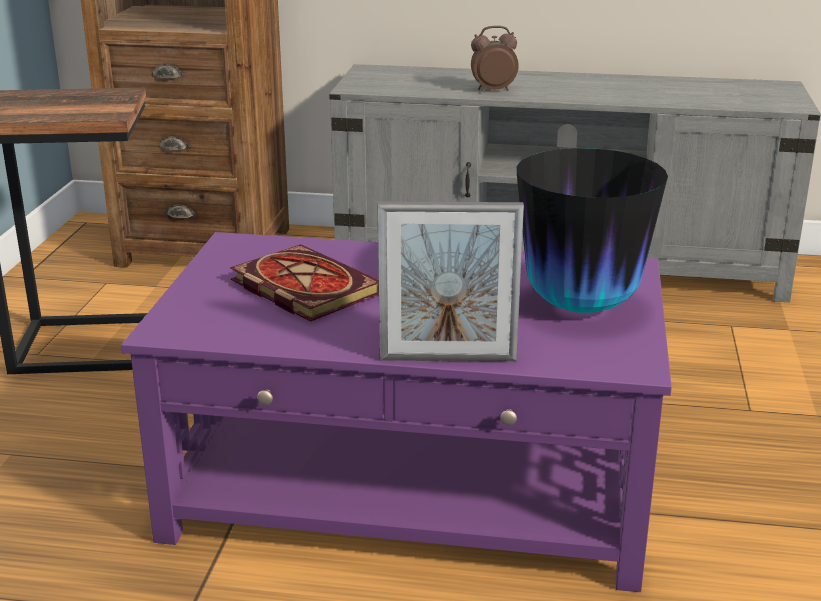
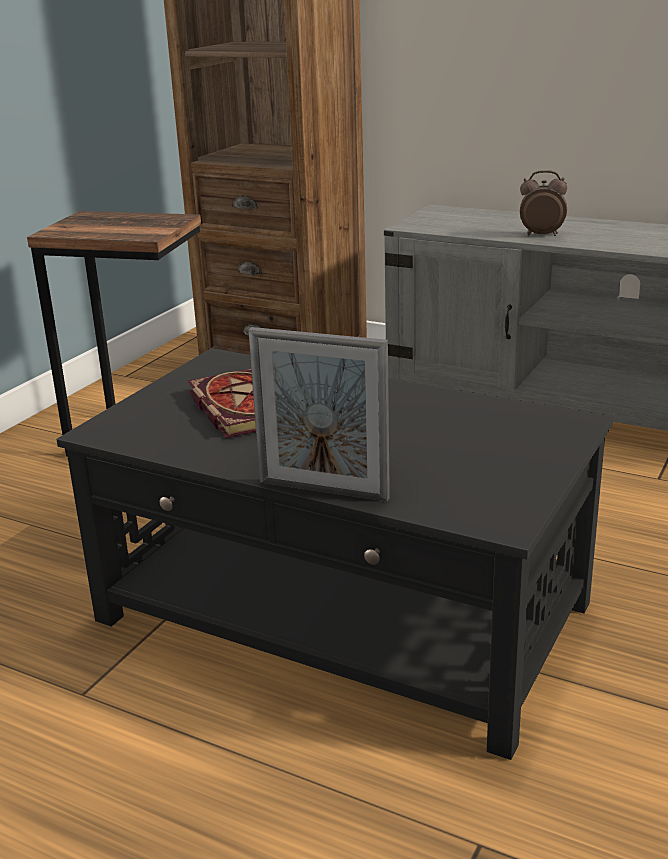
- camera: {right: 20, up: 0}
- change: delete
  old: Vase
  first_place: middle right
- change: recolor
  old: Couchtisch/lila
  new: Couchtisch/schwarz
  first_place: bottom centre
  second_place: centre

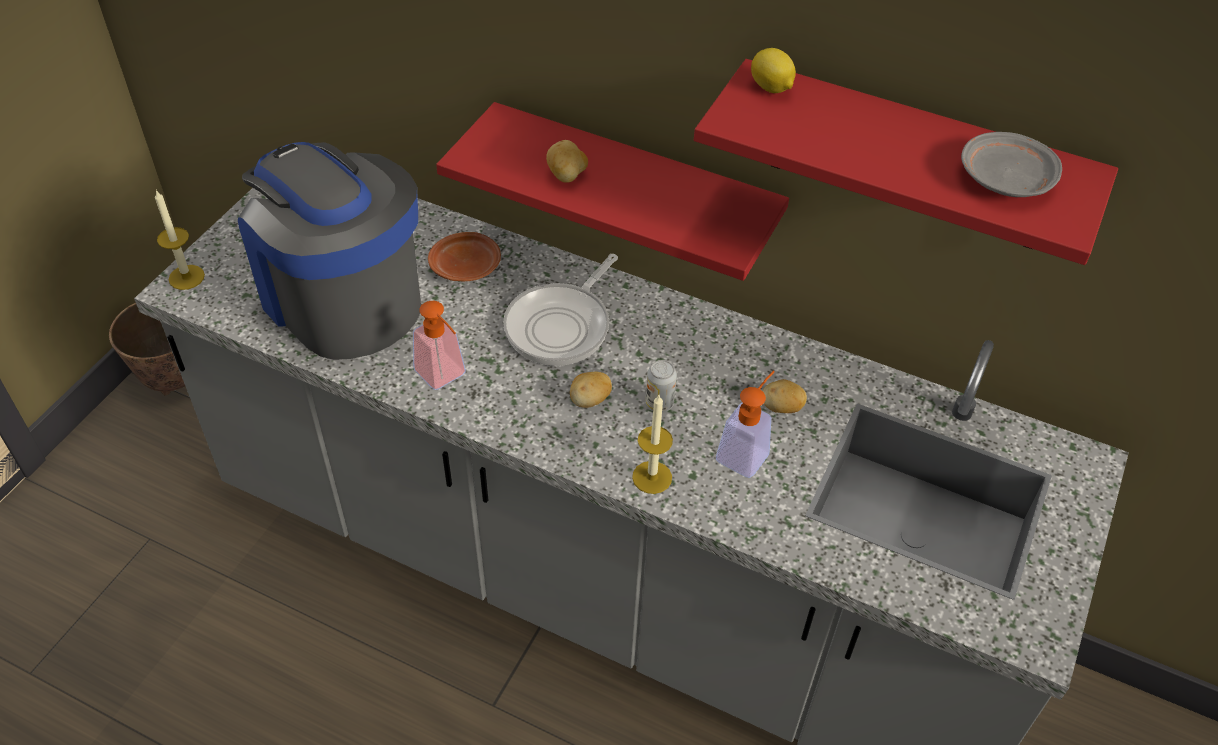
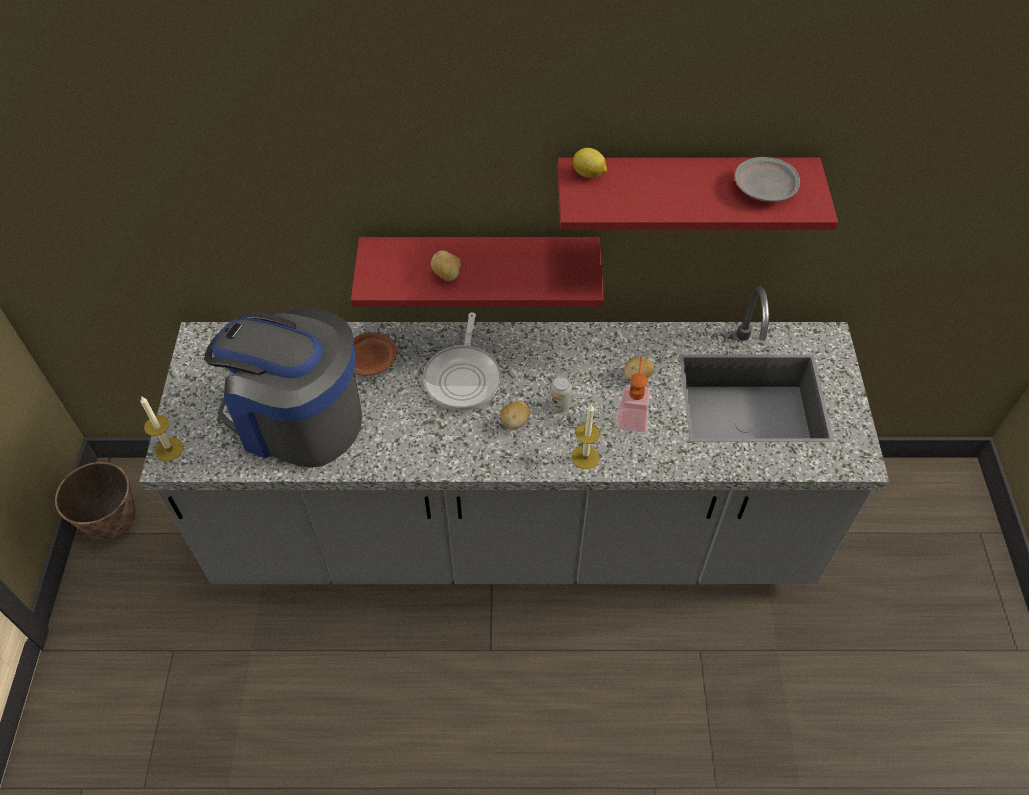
- camera: {right: -25, up: 5}
- change: delete
  old: Seifenspender (1st from left)
  first_place: centre

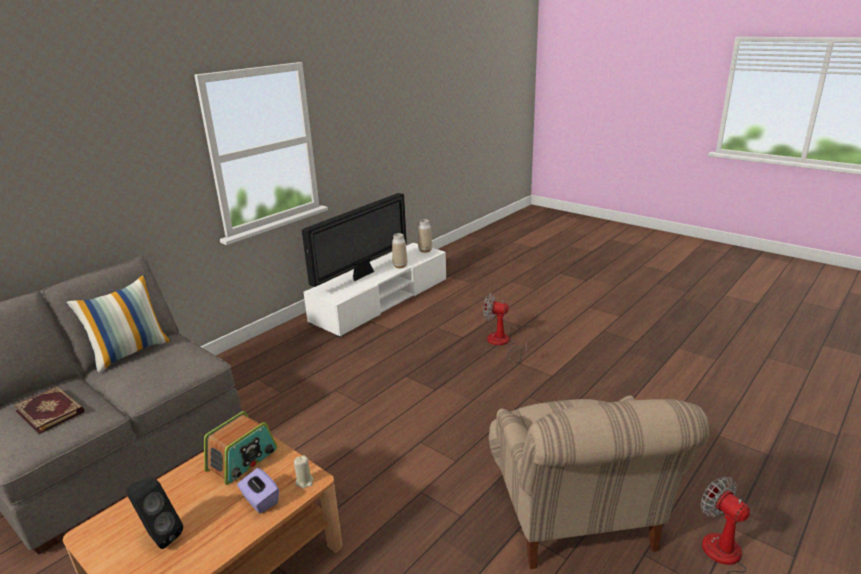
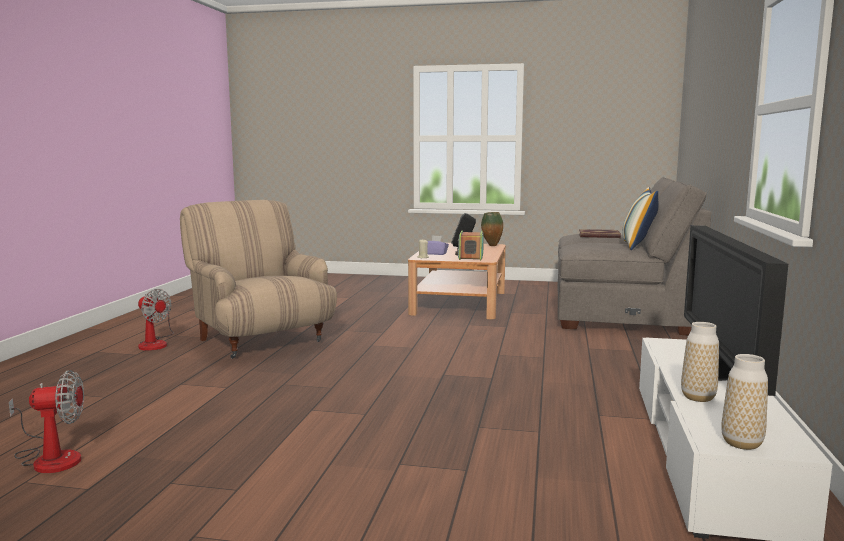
- camera: {right: 150, up: -15}
- change: insert
  new: Vase (1st from left)
  second_place: centre
- change: move
  old: Ventilator (1st from left)
  first_place: centre
  second_place: bottom left

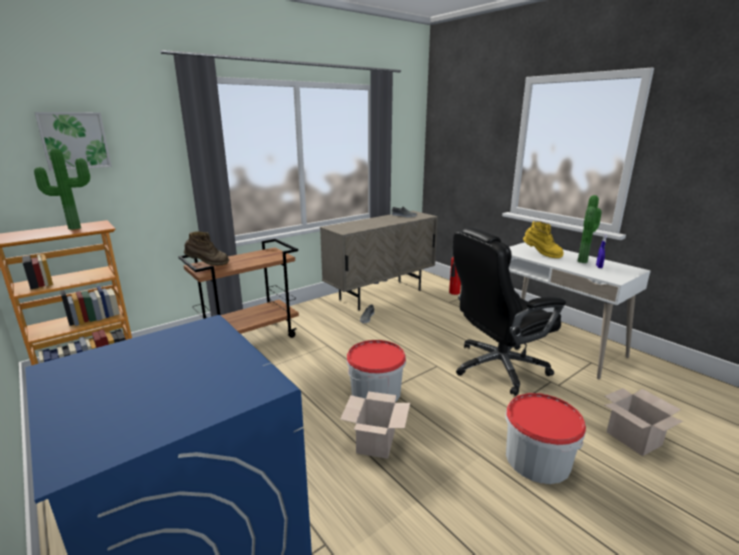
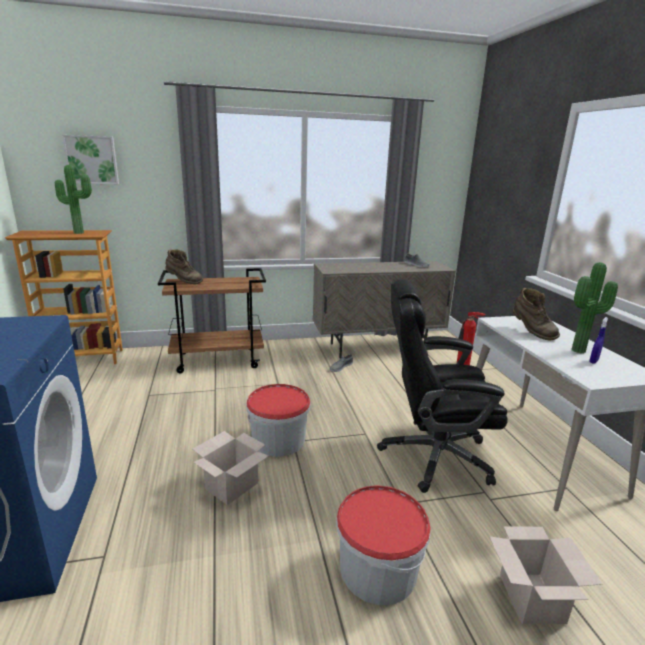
- camera: {right: 25, up: 0}
- change: recolor
  old: Stiefel/gelb
  new: Stiefel/braun (2nd from left)
  first_place: middle right
  second_place: middle right

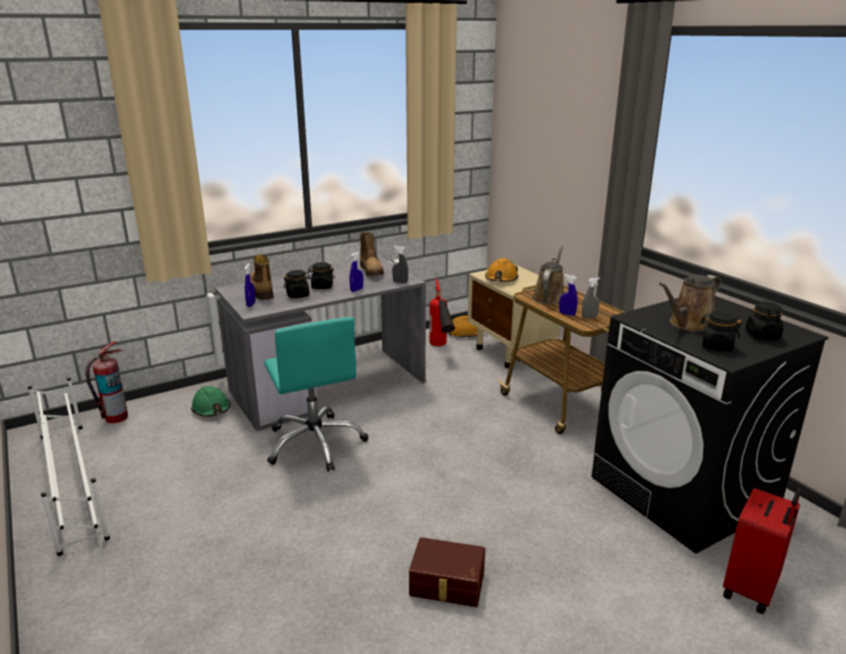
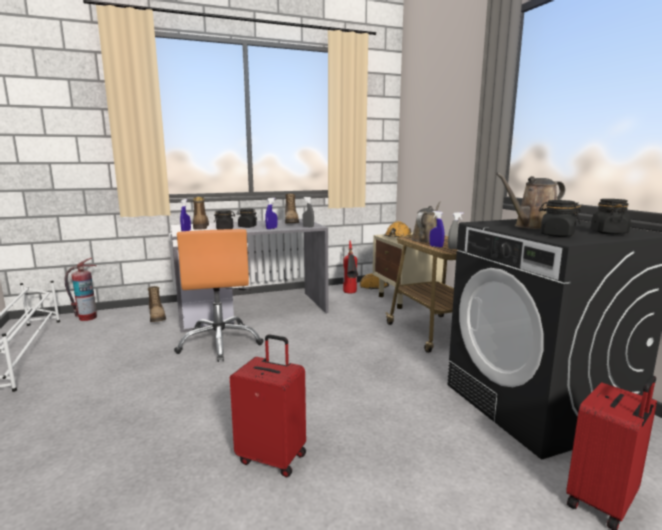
- camera: {right: 10, up: -10}
- change: replace
  old: Schutzhelm/grün
  new: Stiefel (1st from left)
  first_place: middle left
  second_place: middle left
- change: replace
  old: Aufbewahrungsbox/braun
  new: Koffer/rot (1st from left)
  first_place: bottom centre
  second_place: bottom centre
- change: recolor
  old: Bürostuhl/türkis
  new: Bürostuhl/orange
  first_place: centre
  second_place: middle left

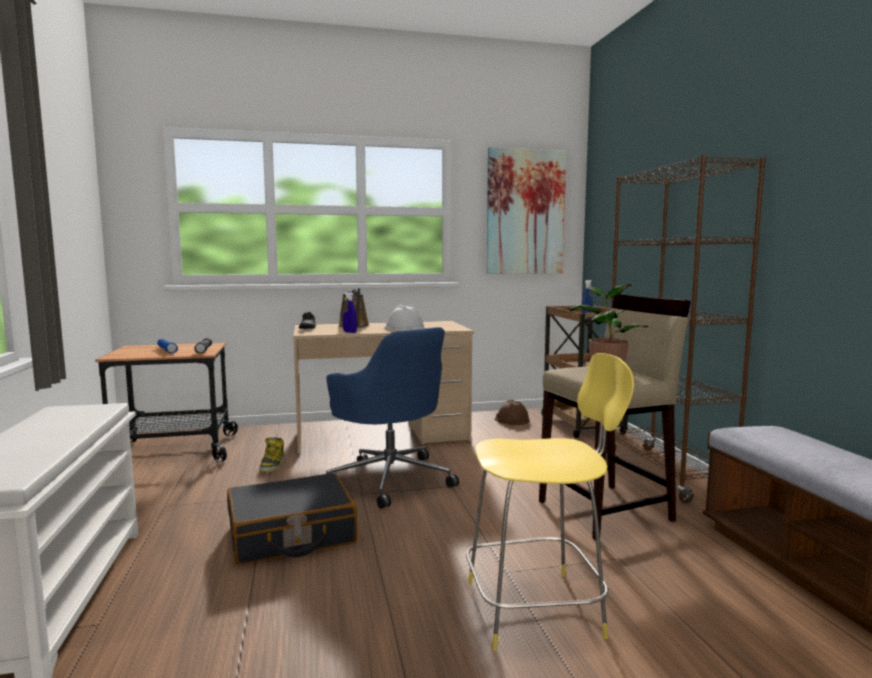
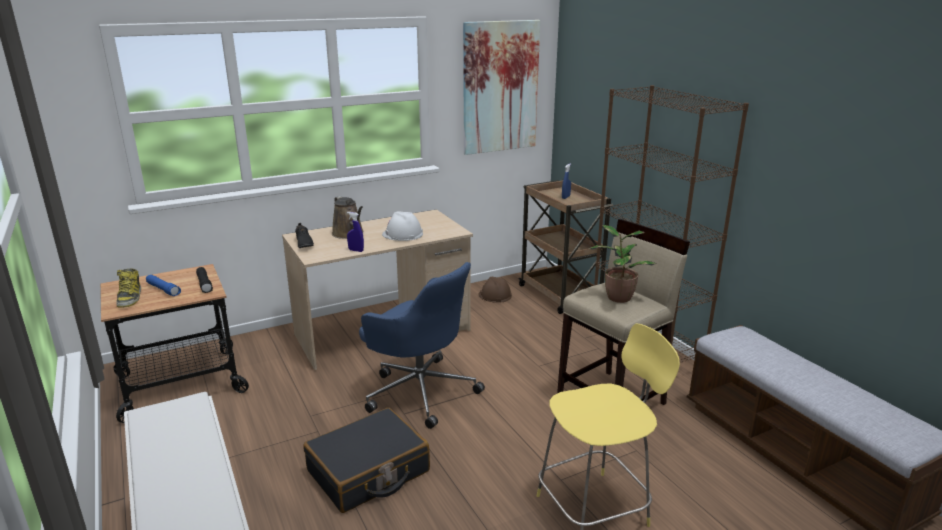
- camera: {right: -15, up: 15}
- change: move
  old: Stiefel
  first_place: bottom left
  second_place: middle left

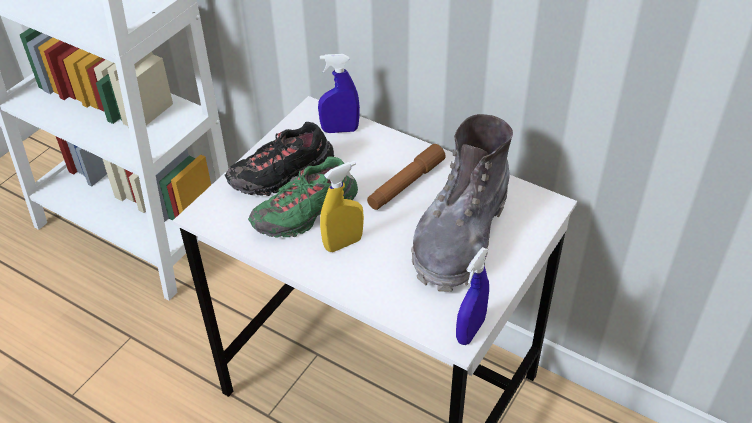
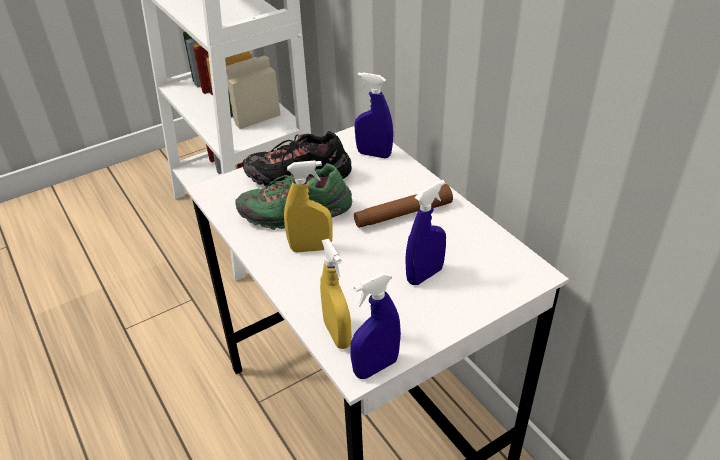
- camera: {right: 25, up: -5}
- change: insert
  new: Sprühflasche/gelb (2nd from left)
  second_place: centre
- change: replace
  old: Stiefel/grau
  new: Sprühflasche/blau (3rd from left)
  first_place: centre
  second_place: centre

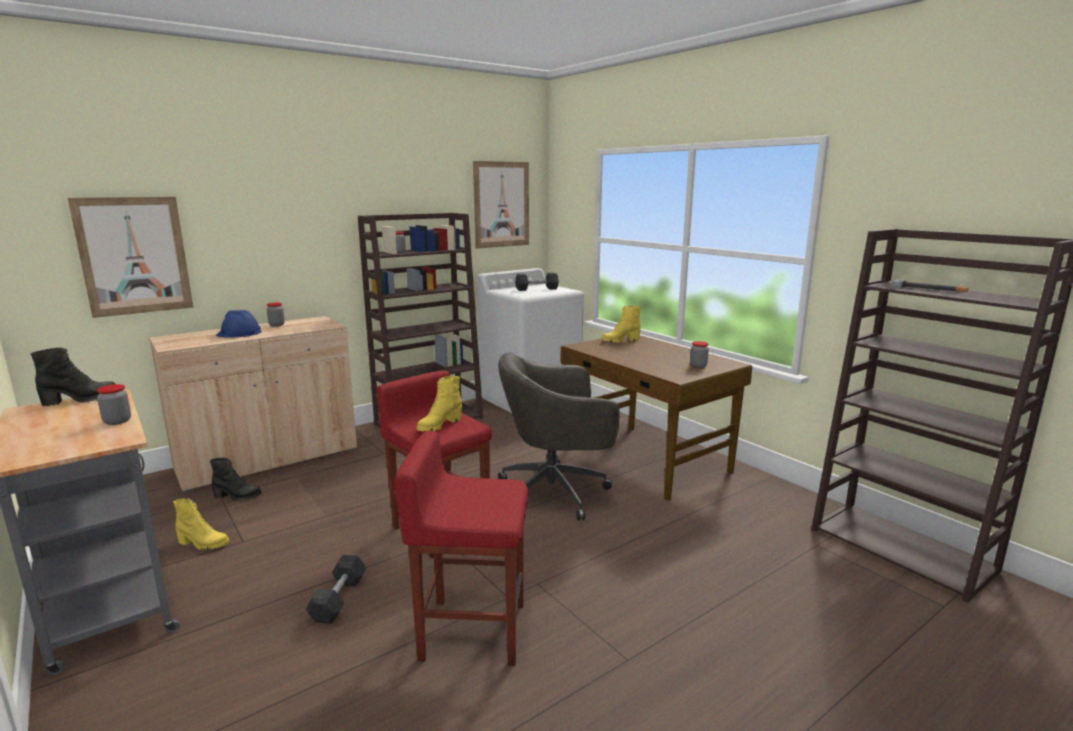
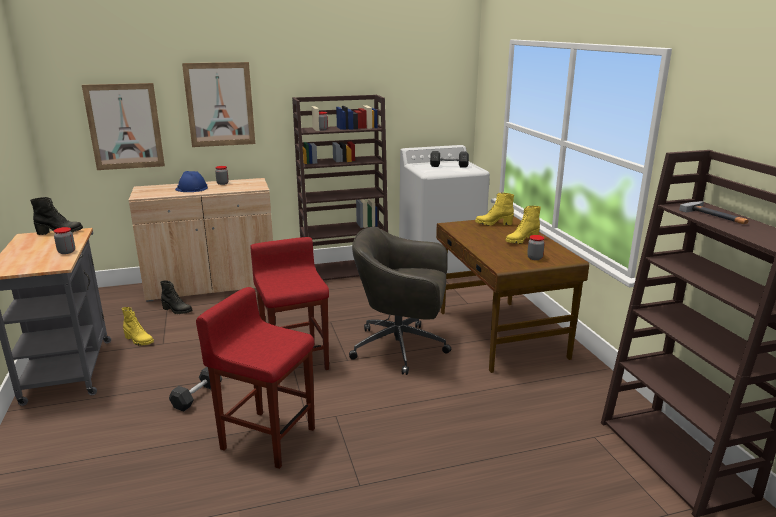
- camera: {right: 20, up: 5}
- change: move
  old: Stiefel/gelb (2nd from left in the first image)
  new: Stiefel/gelb (3rd from left)
  first_place: centre
  second_place: middle right
- change: move
  old: Bild (2nd from left)
  first_place: top centre
  second_place: top left

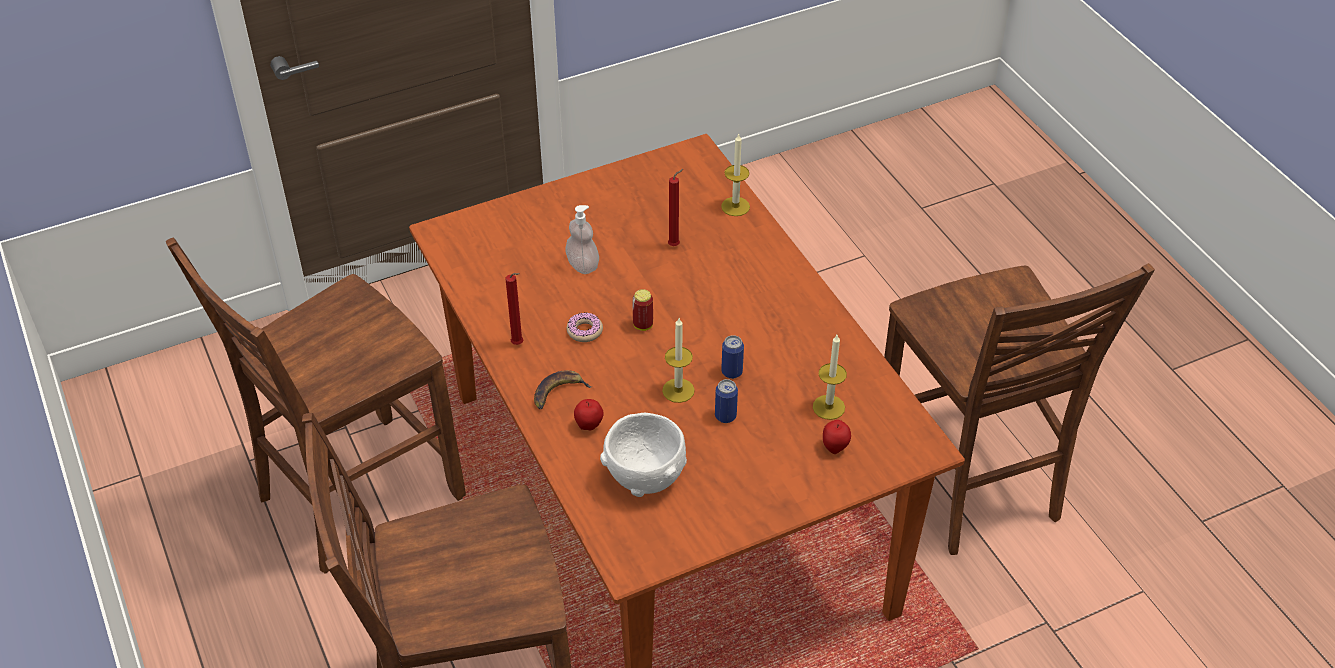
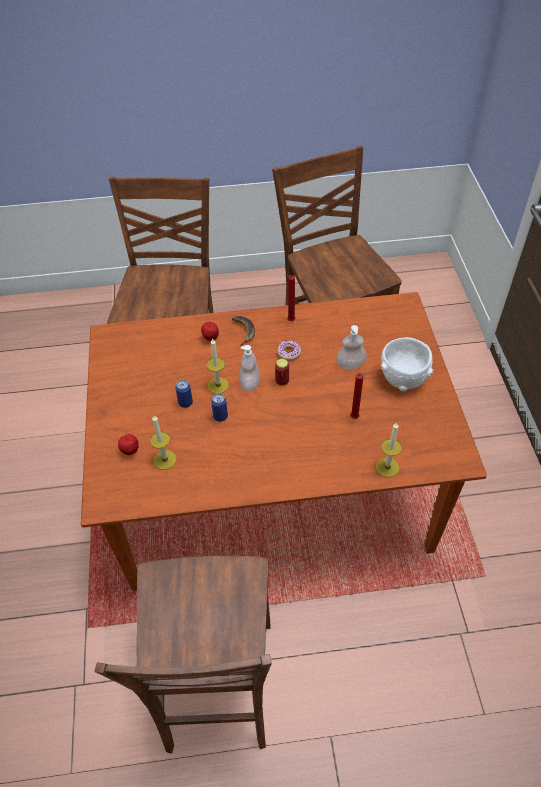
- camera: {right: 110, up: 5}
- change: insert
  new: Seifenspender (1st from left)
  second_place: centre
- change: move
  old: Schüssel/weiß
  first_place: bottom centre
  second_place: middle right
- change: rotate
  old: Stuhl/braun (3rd from left in the first image)
  first_place: middle right
  second_place: bottom centre
  degrees: -90

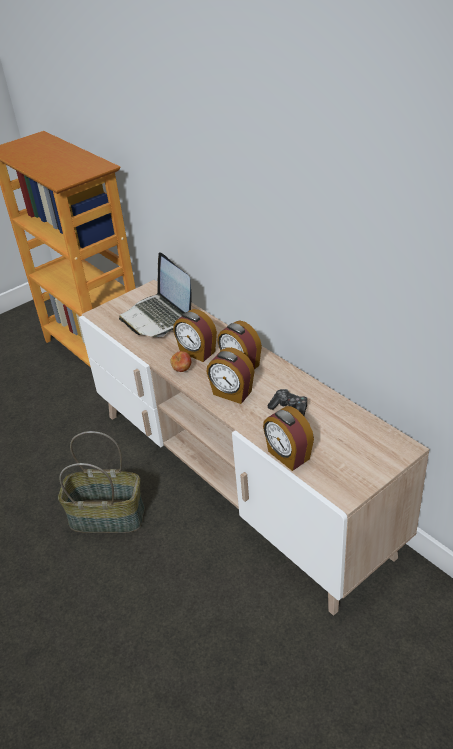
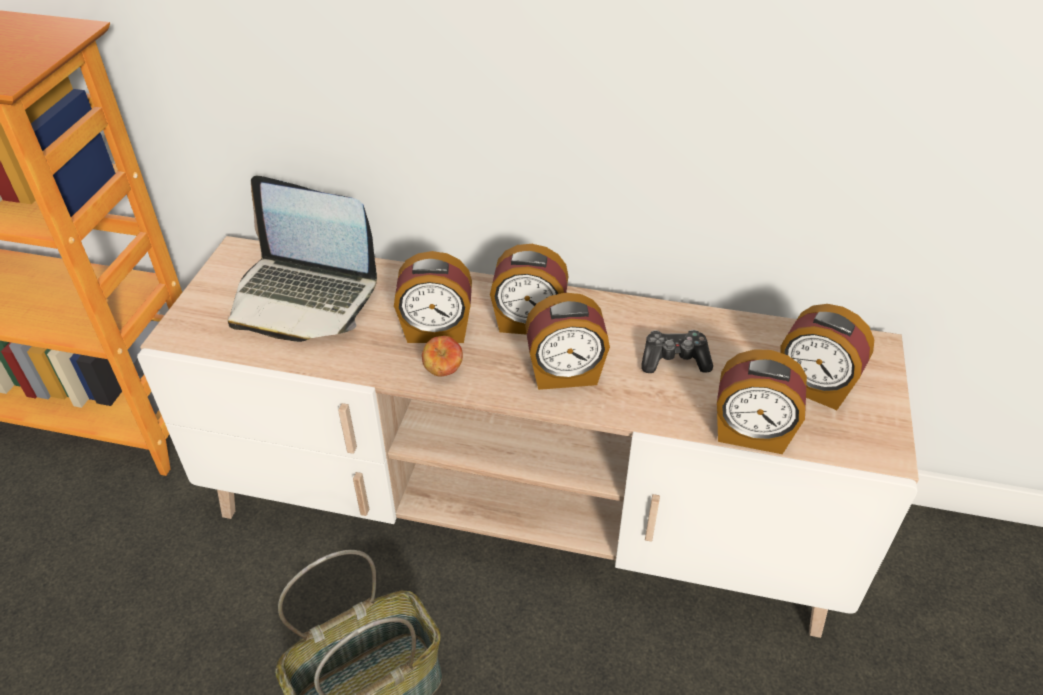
- camera: {right: -40, up: 5}
- change: insert
  new: Wecker (5th from left)
  second_place: middle right

